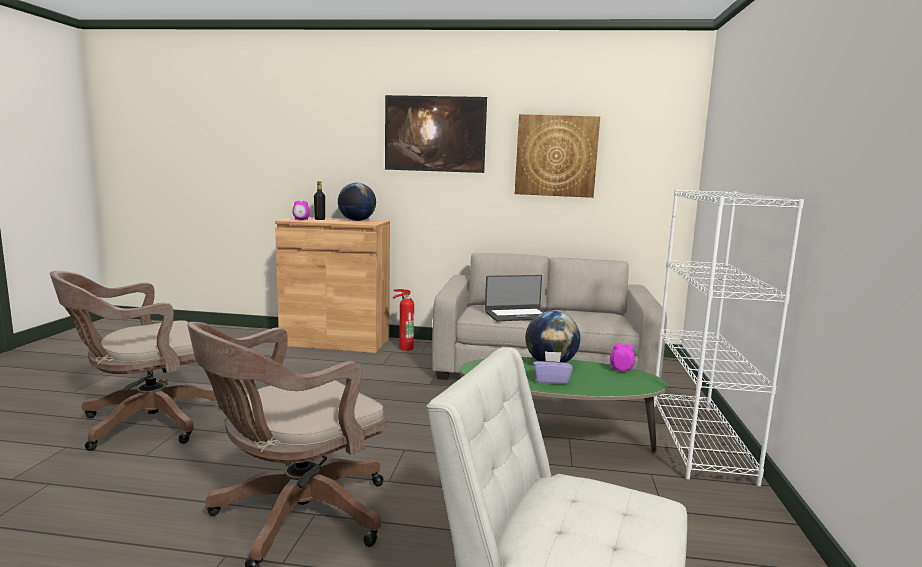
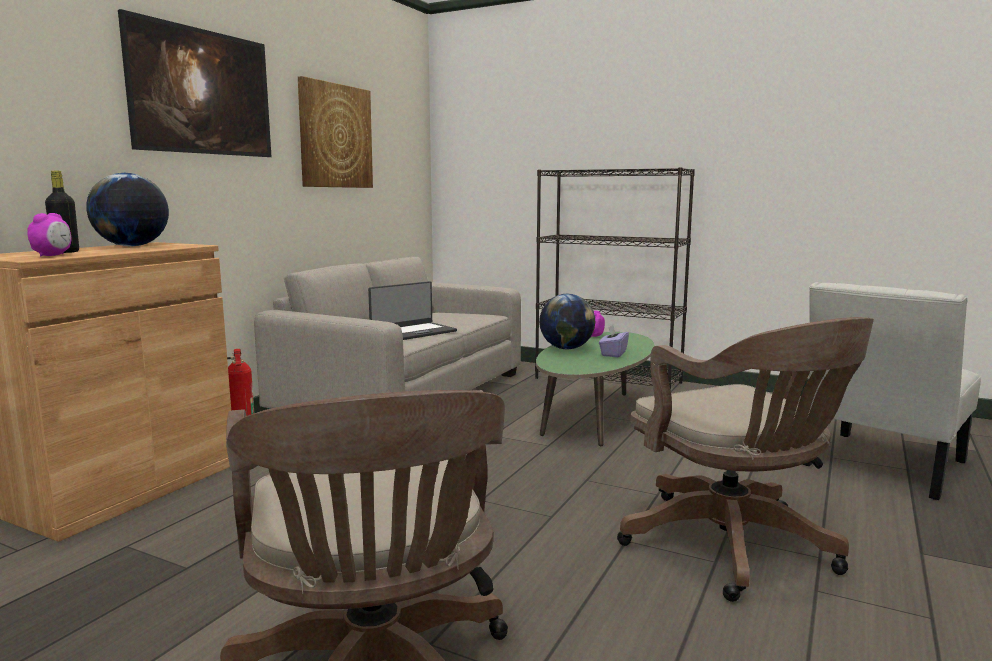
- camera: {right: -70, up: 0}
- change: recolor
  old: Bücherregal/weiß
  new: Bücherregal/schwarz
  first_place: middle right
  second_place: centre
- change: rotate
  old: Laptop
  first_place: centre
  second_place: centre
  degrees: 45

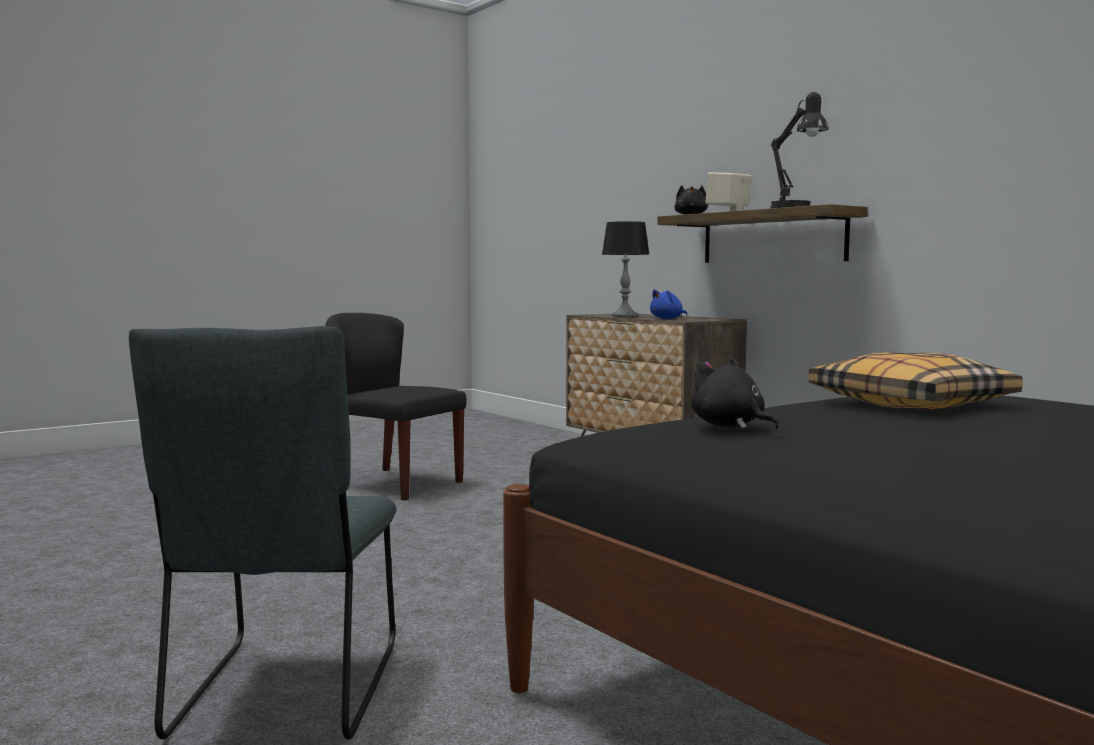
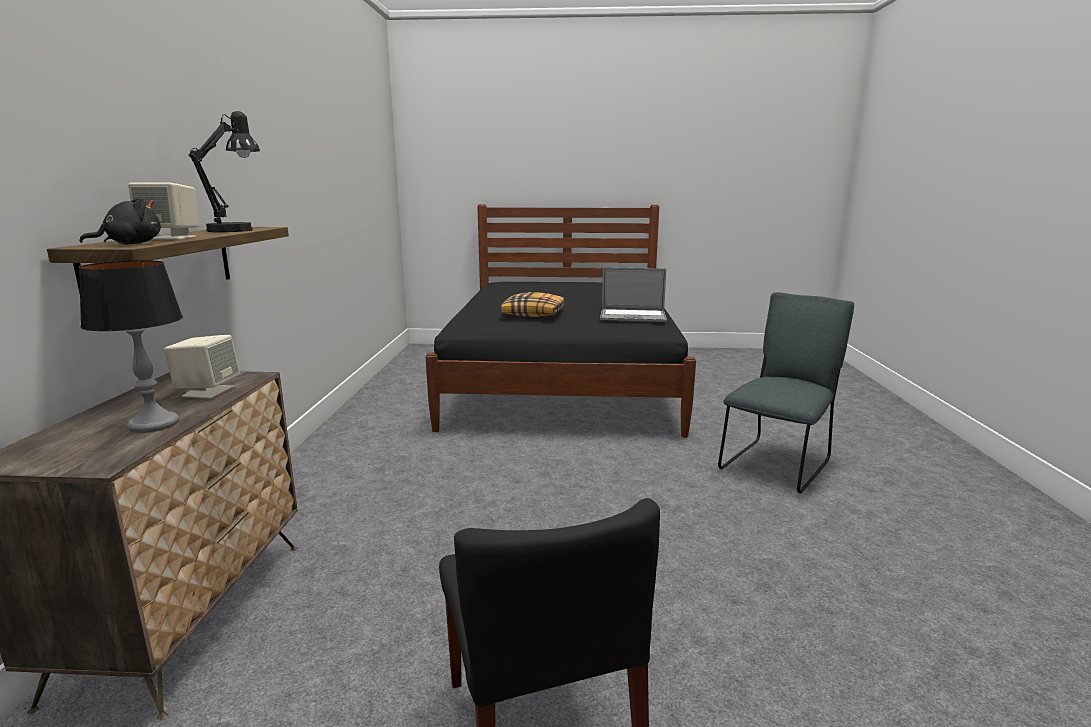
- camera: {right: -140, up: 10}
- change: replace
  old: Plüschtier/blau
  new: Lautsprecher/beige (2nd from left)
  first_place: centre
  second_place: middle left
- change: replace
  old: Plüschtier/schwarz (2nd from left)
  new: Laptop
  first_place: middle right
  second_place: centre

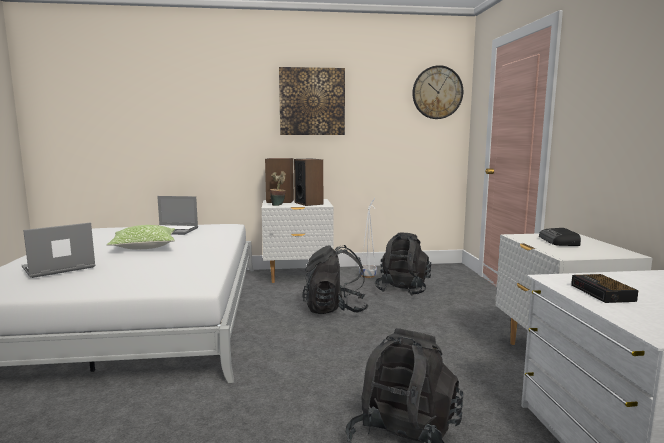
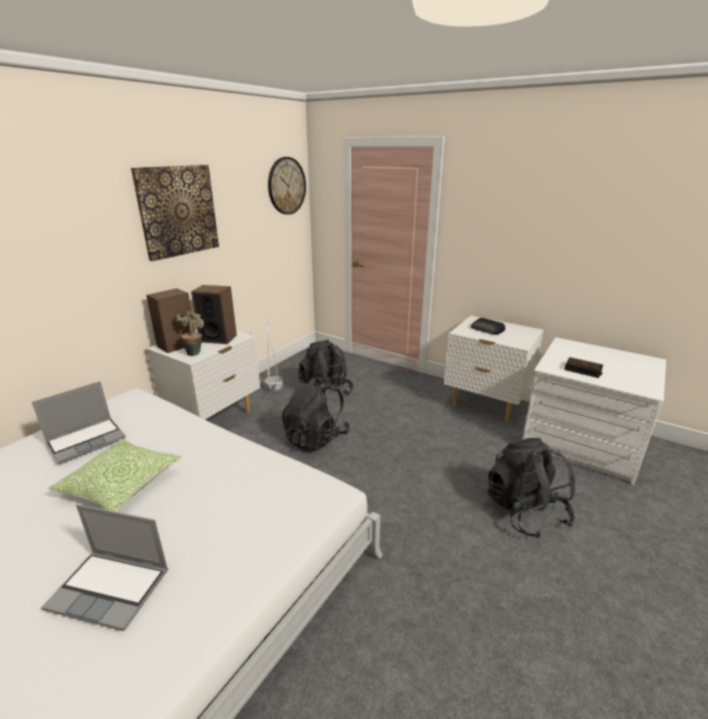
- camera: {right: -50, up: 15}
- change: rotate
  old: Laptop (1st from left in the first image)
  first_place: middle left
  second_place: bottom left
  degrees: -75

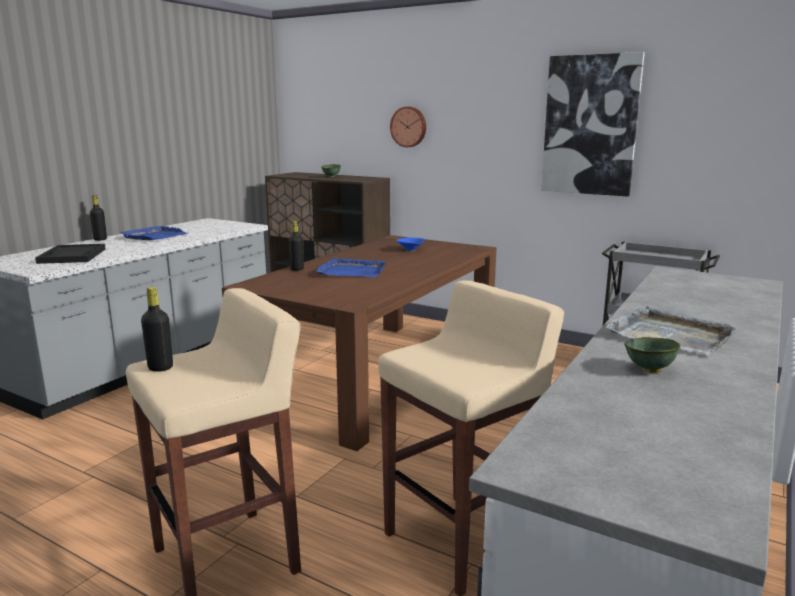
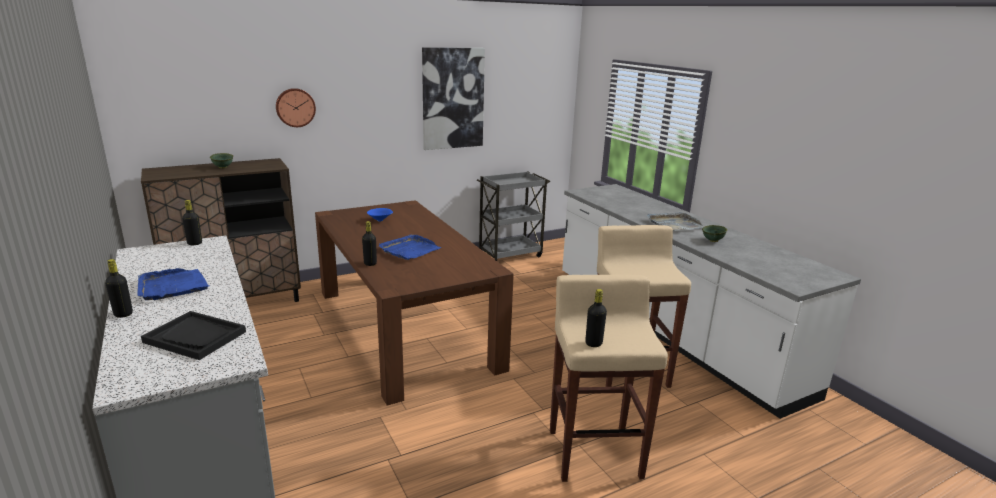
- camera: {right: -60, up: 5}
- change: insert
  new: Flasche/schwarz (2nd from left)
  second_place: middle left

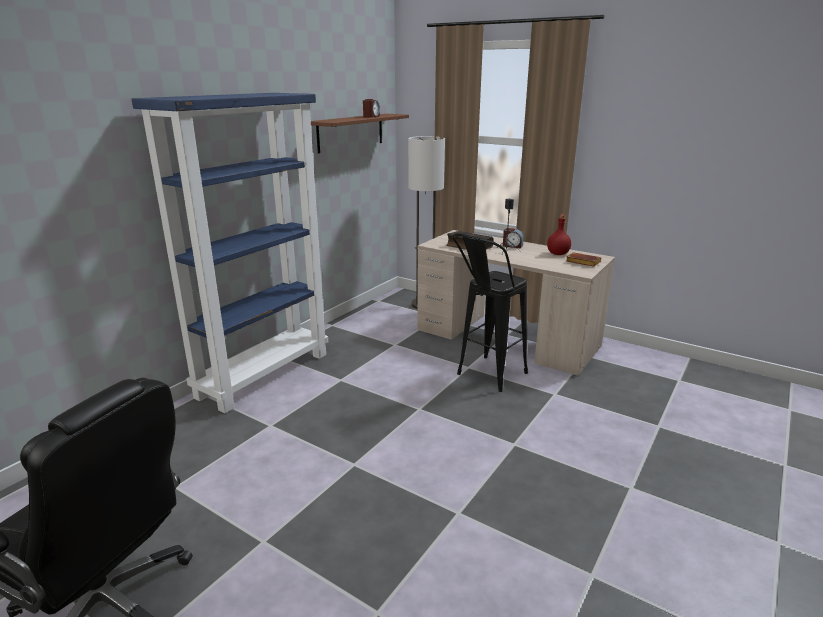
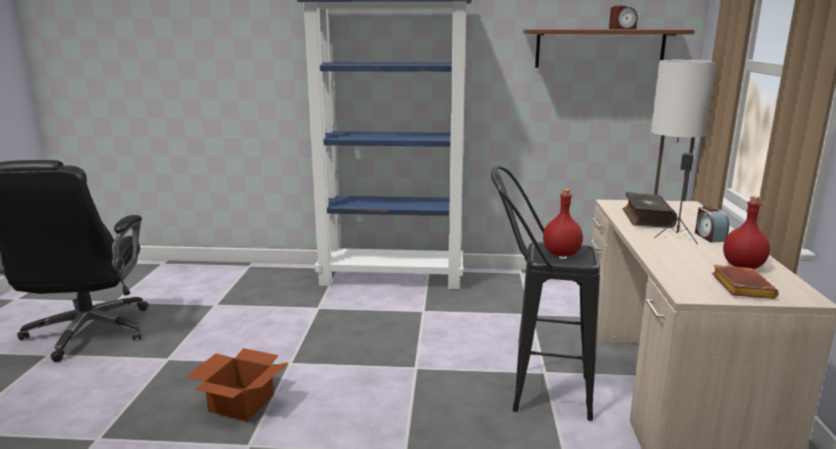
- camera: {right: 60, up: -5}
- change: insert
  new: Karton
  second_place: bottom left
- change: insert
  new: Flasche/rot (1st from left)
  second_place: middle right

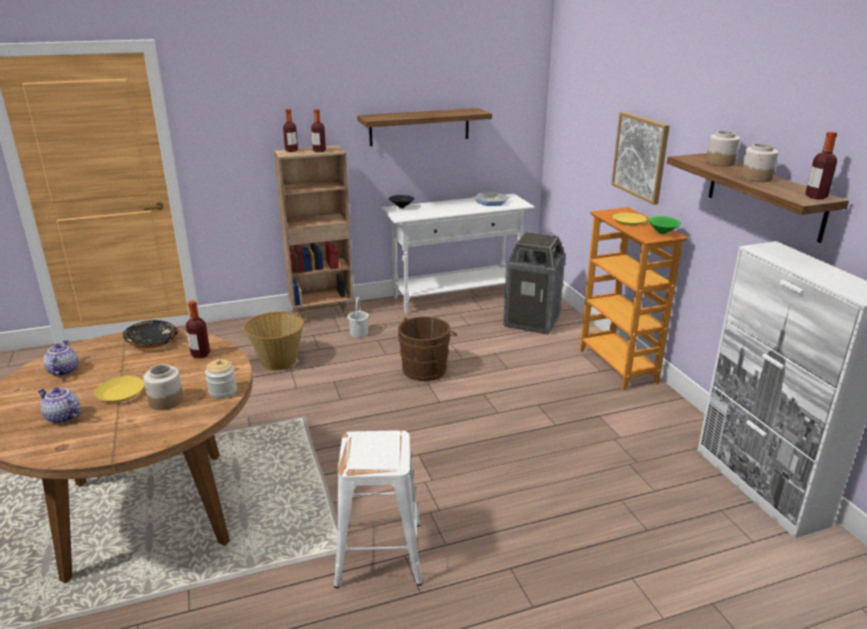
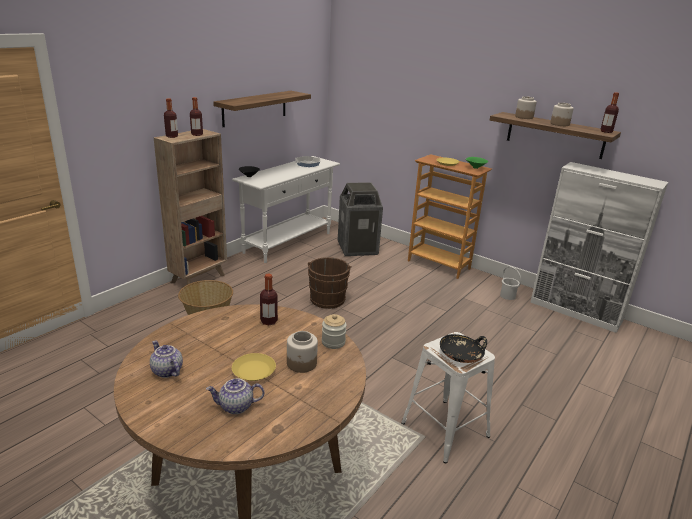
- camera: {right: -35, up: 0}
- change: delete
  old: Bild
  first_place: top right
- change: move
  old: Schüssel/schwarz (1st from left in the first image)
  new: Schüssel/schwarz (2nd from left)
  first_place: middle left
  second_place: bottom right
- change: move
  old: Eimer/weiß
  first_place: centre
  second_place: middle right

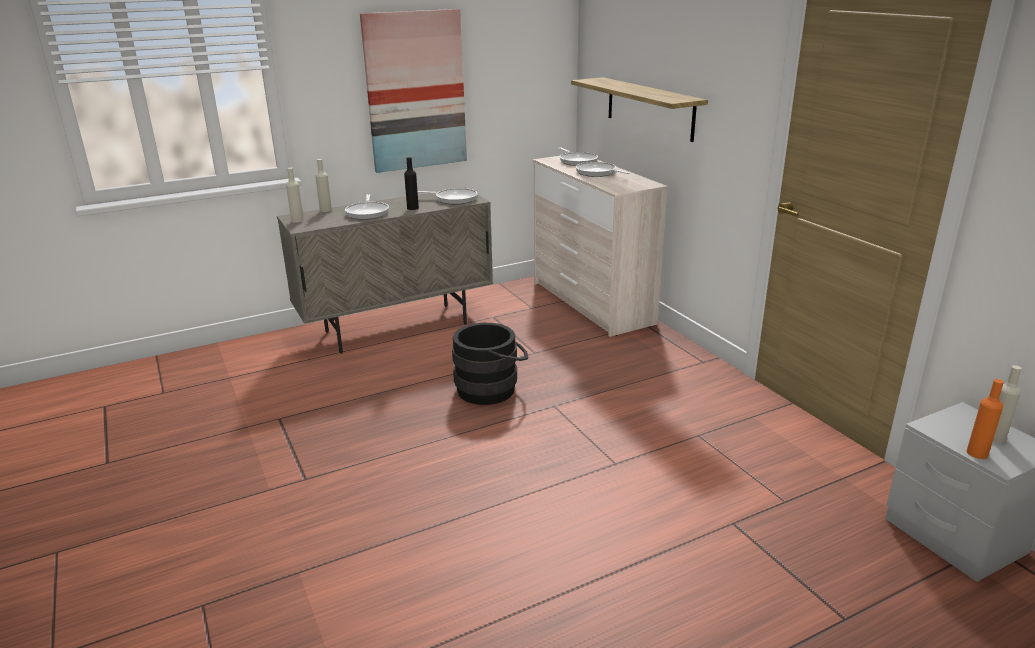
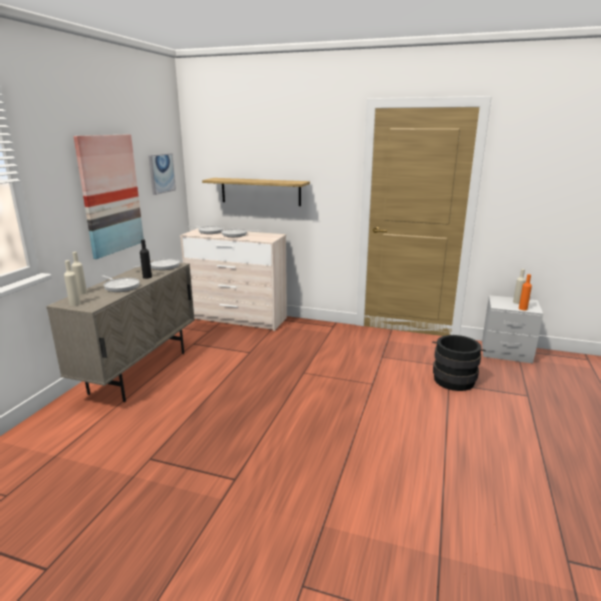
- camera: {right: -45, up: -5}
- change: insert
  new: Bild (2nd from left)
  second_place: top left
- change: move
  old: Eimer/schwarz
  first_place: centre
  second_place: middle right

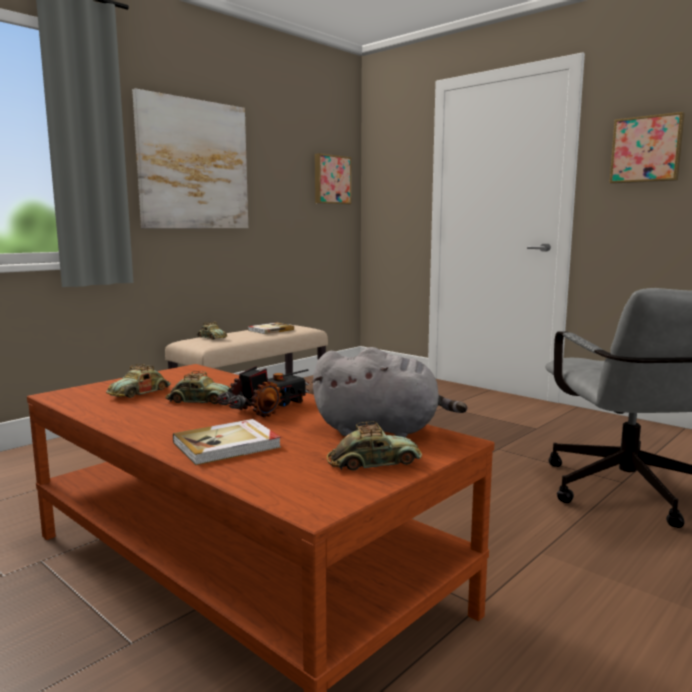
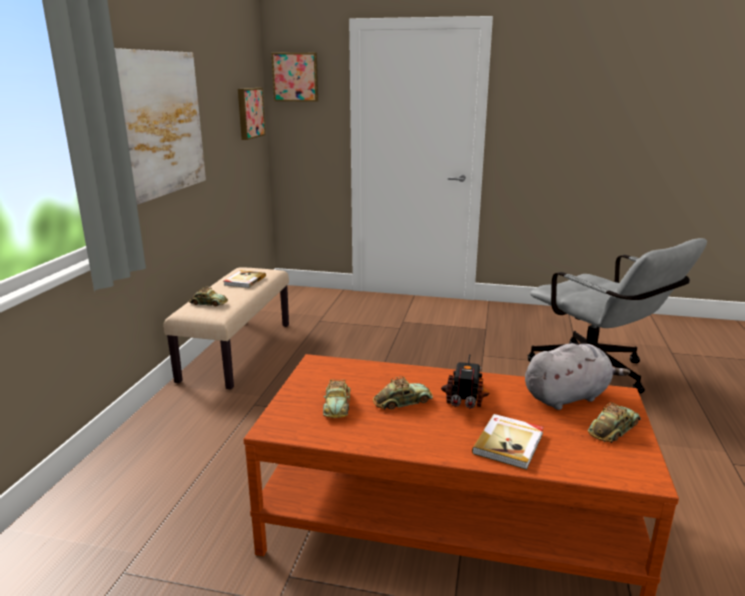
- camera: {right: -30, up: 10}
- change: move
  old: Bild (3rd from left)
  first_place: top right
  second_place: top centre

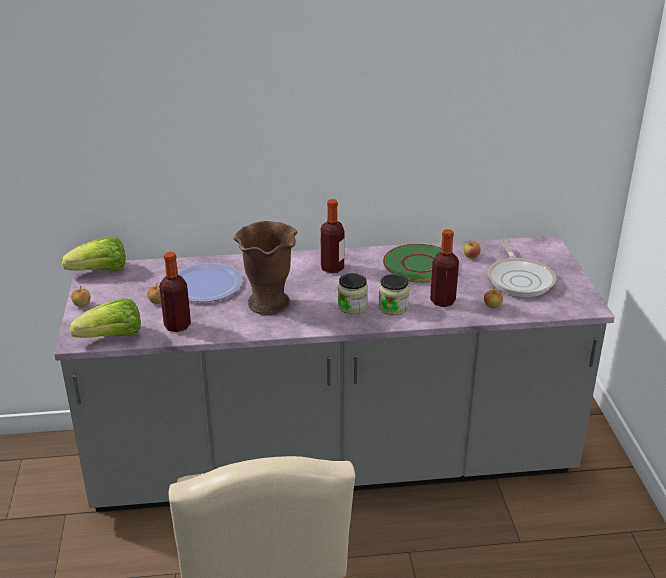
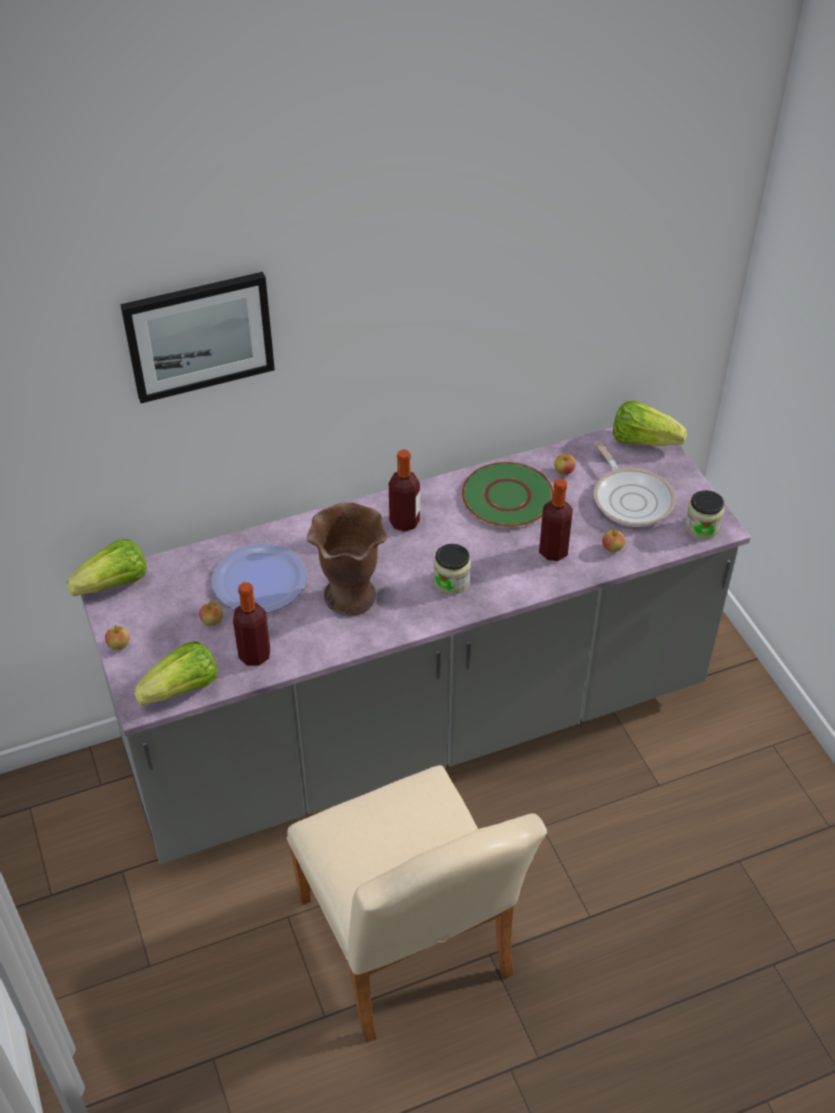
- camera: {right: -15, up: 15}
- change: insert
  new: Bild
  second_place: top left
- change: insert
  new: Salatkopf (3rd from left)
  second_place: middle right
- change: move
  old: Vorratsglas (2nd from left)
  first_place: centre
  second_place: middle right

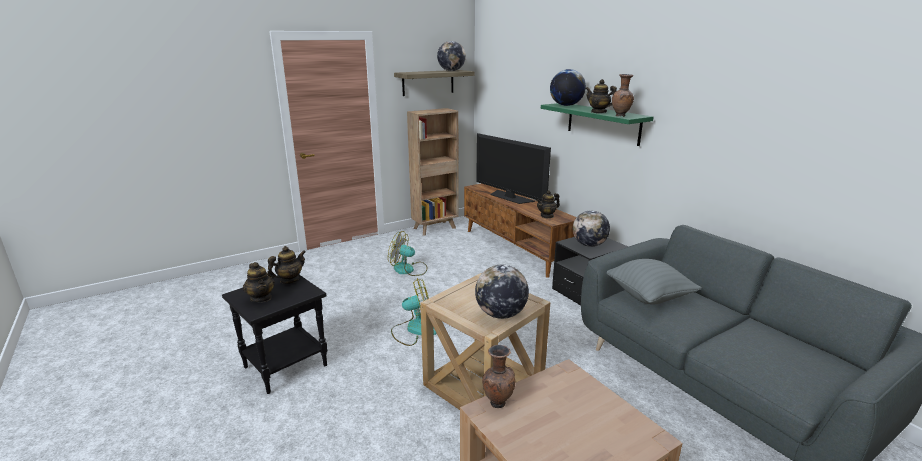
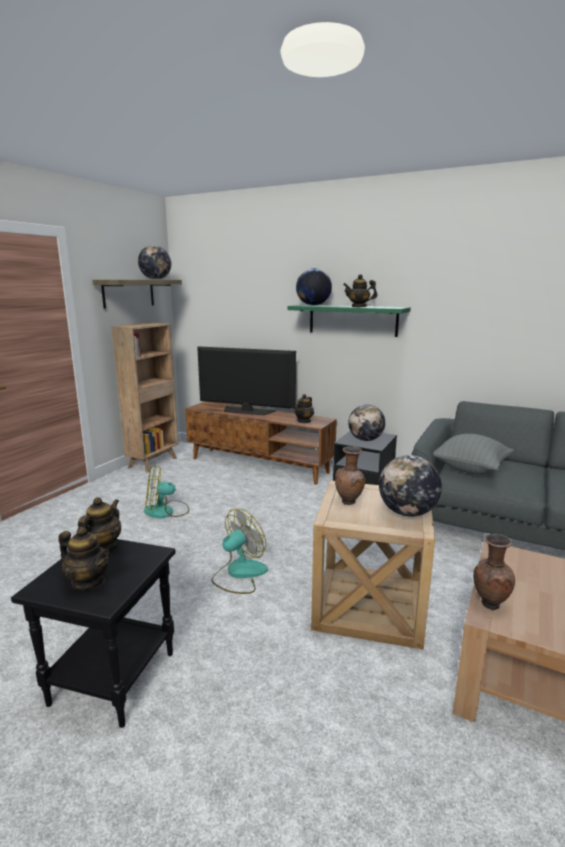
- camera: {right: -30, up: -5}
- change: move
  old: Vase/braun (2nd from left in the first image)
  new: Vase/braun (1st from left)
  first_place: top right
  second_place: centre

